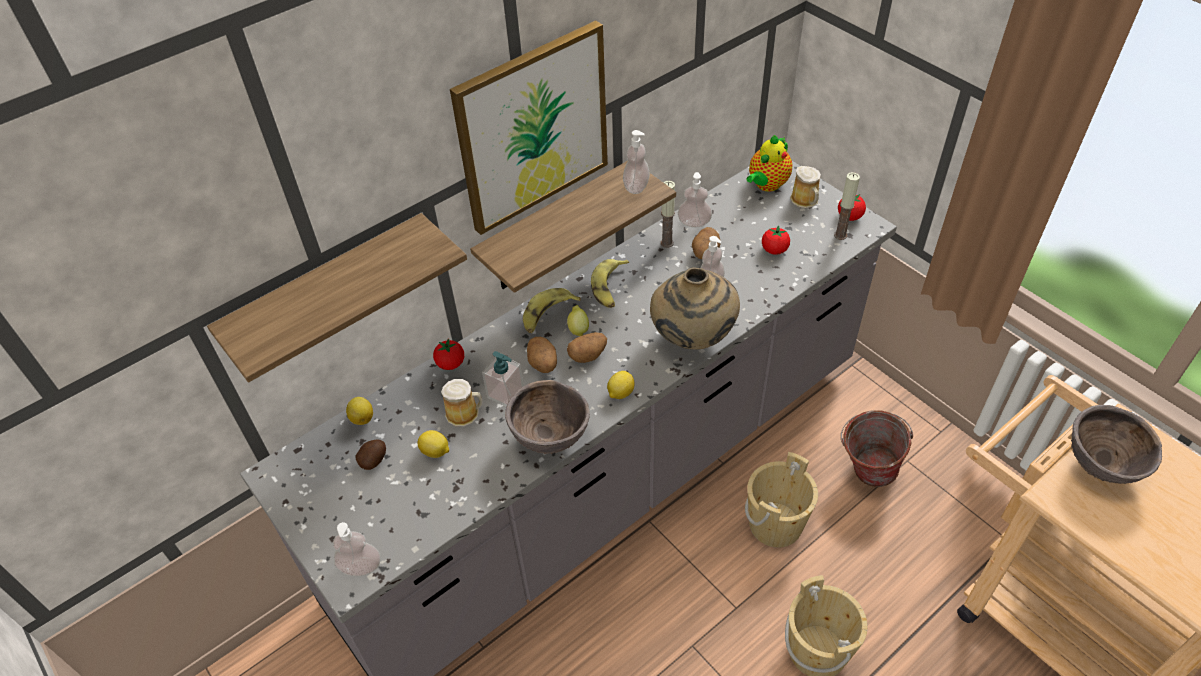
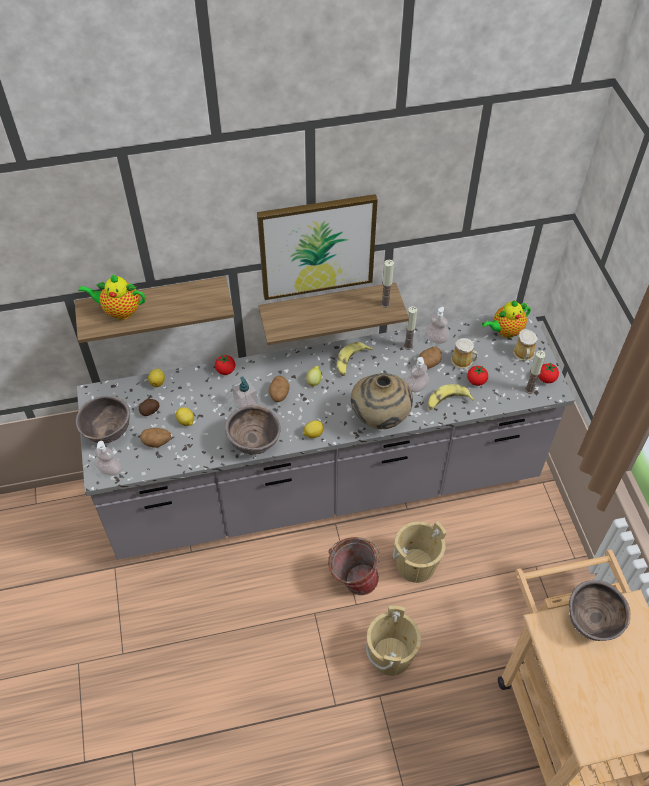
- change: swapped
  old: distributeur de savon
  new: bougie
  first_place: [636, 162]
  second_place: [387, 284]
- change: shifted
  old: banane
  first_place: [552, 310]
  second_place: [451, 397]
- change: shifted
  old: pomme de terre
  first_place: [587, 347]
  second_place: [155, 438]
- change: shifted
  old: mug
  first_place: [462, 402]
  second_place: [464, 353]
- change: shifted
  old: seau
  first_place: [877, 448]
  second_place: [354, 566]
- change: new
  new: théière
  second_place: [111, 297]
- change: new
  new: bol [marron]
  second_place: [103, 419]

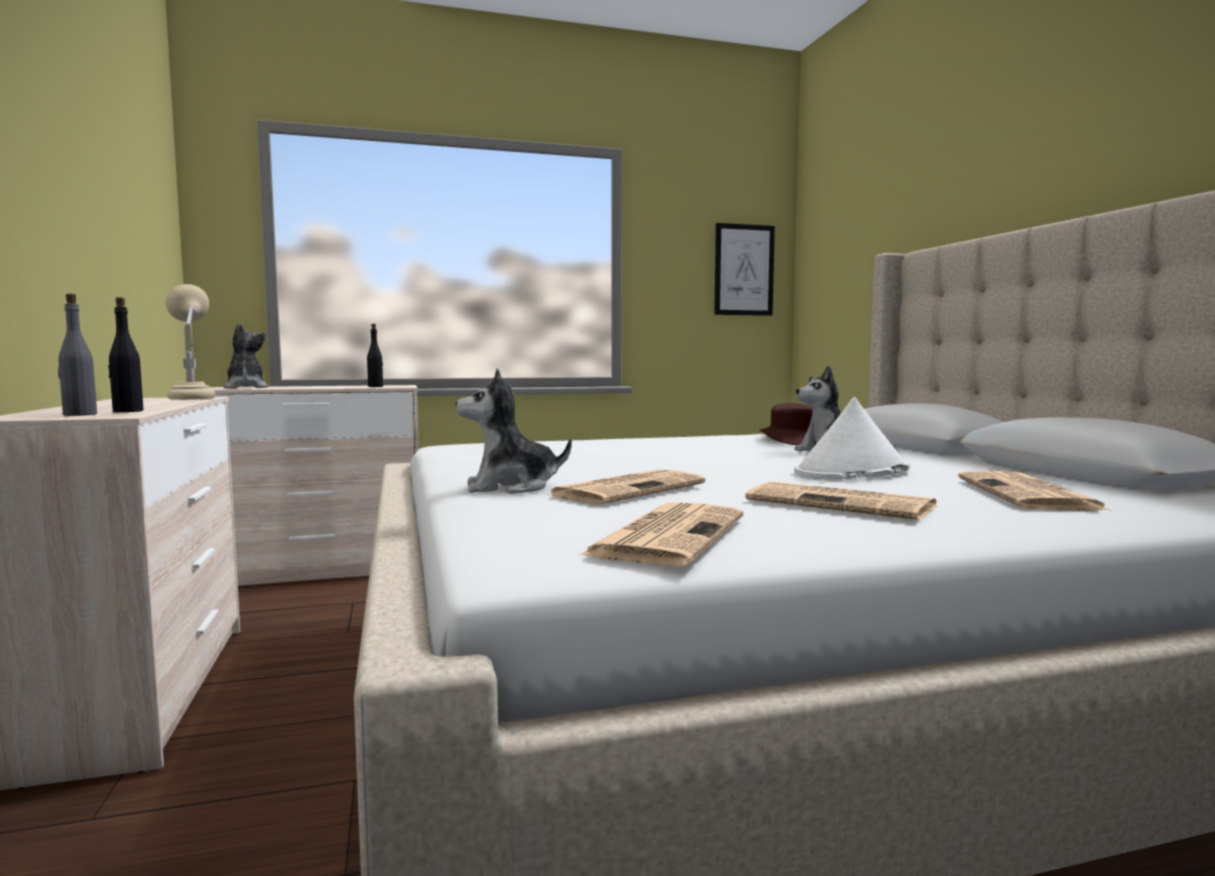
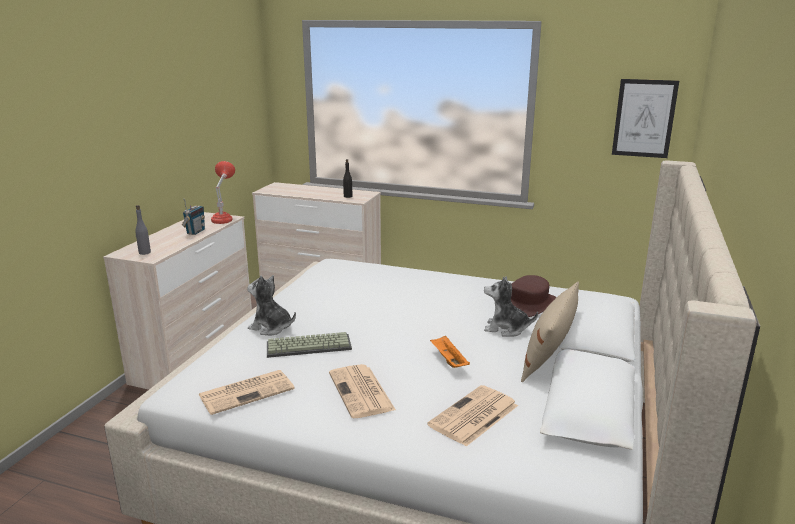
- change: repainted
  old: lampe de table [beige]
  new: lampe de table [rouge]
  first_place: [190, 342]
  second_place: [223, 192]
- change: gone
  old: bouteille [noir]
  first_place: [125, 354]
- change: gone
  old: peluche
  first_place: [245, 356]
- change: swapped
  old: chapeau [blanc]
  new: plateau [orange]
  first_place: [852, 438]
  second_place: [450, 351]
- change: swapped
  old: journal
  new: clavier
  first_place: [626, 486]
  second_place: [309, 345]
- change: new
  new: radio
  second_place: [193, 216]
- change: new
  new: coussin [beige]
  second_place: [550, 331]

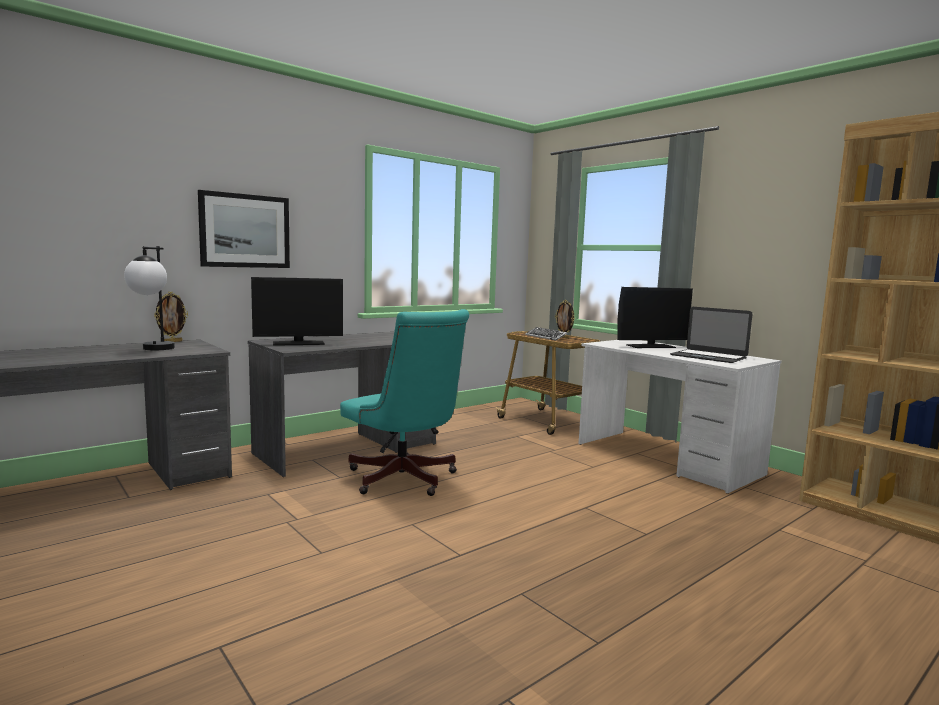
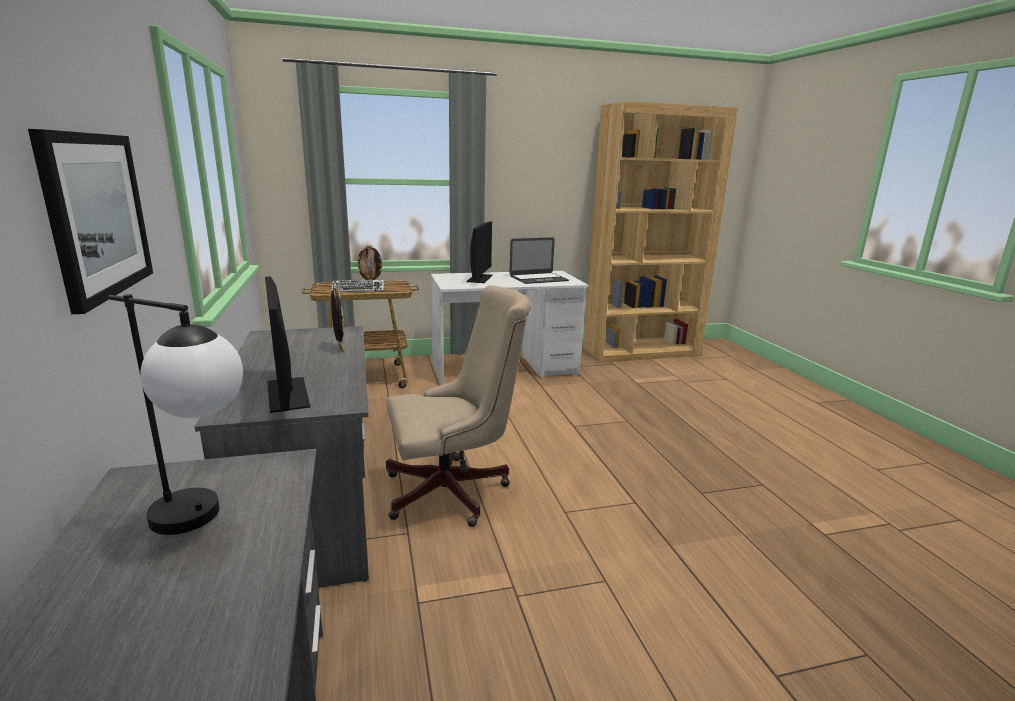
- change: rotated
  old: écran d'ordinateur
  first_place: [297, 311]
  second_place: [287, 345]
  degrees: 150
- change: shifted
  old: cadre photo
  first_place: [171, 317]
  second_place: [337, 319]
- change: repainted
  old: chaise de bureau [turquoise]
  new: chaise de bureau [beige]
  first_place: [404, 402]
  second_place: [458, 406]

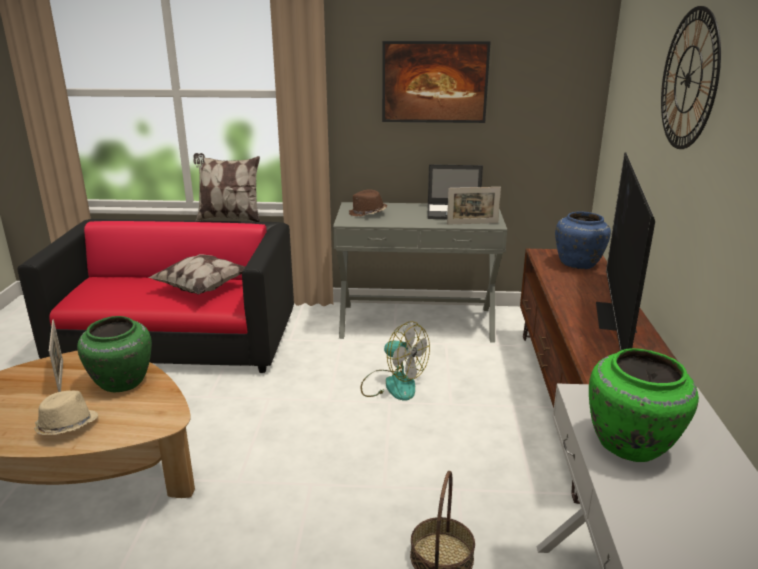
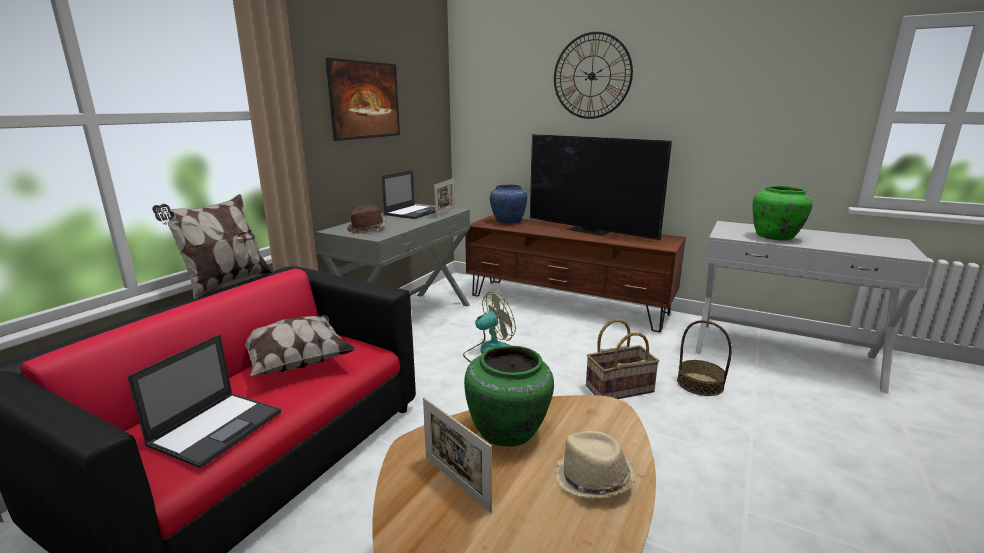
- change: rotated
  old: cadre photo
  first_place: [56, 355]
  second_place: [457, 455]
  degrees: -135
- change: new
  new: panier
  second_place: [622, 359]
- change: new
  new: ordinateur portable
  second_place: [204, 401]

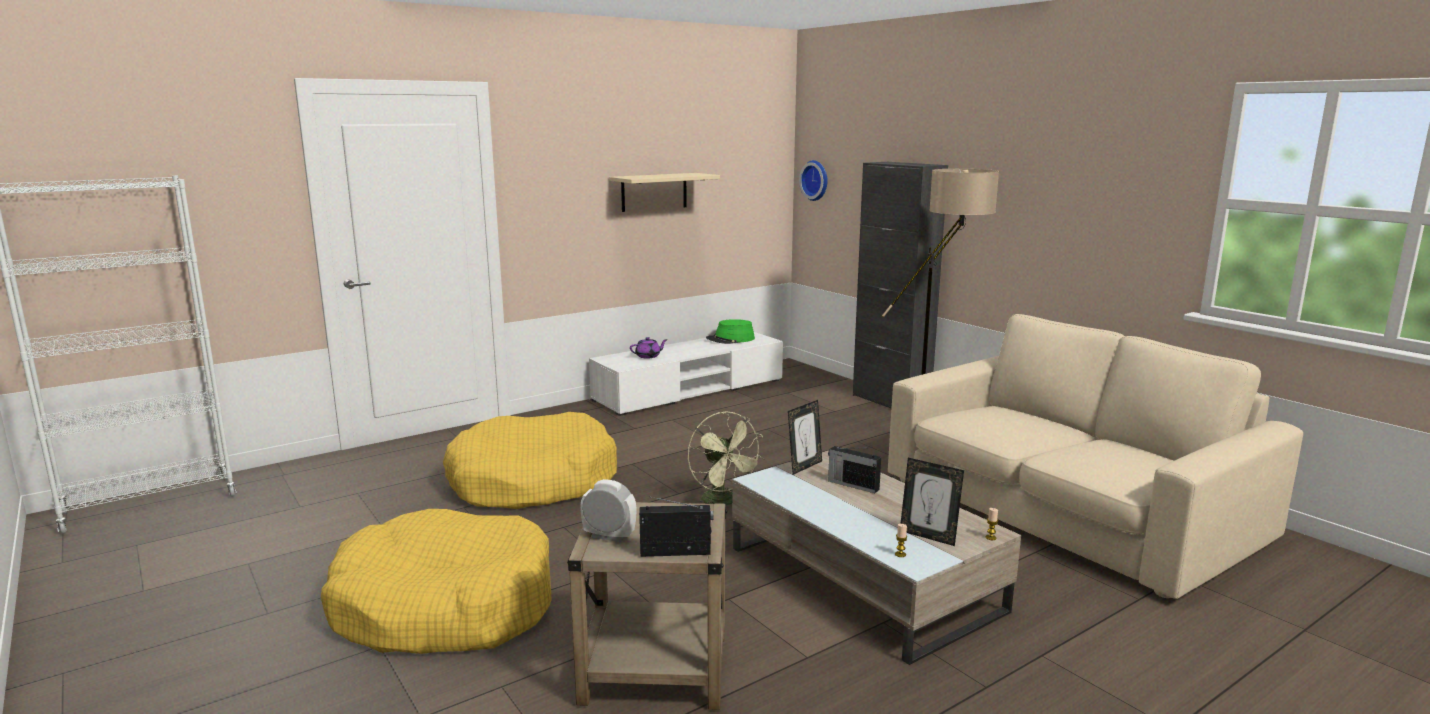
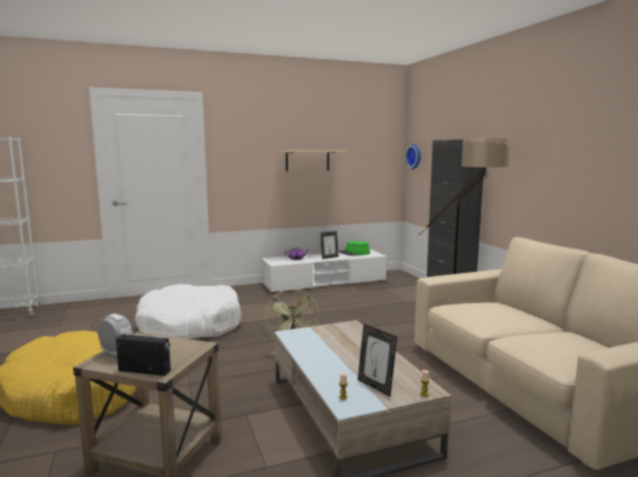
- change: shifted
  old: cadre photo
  first_place: [805, 437]
  second_place: [330, 245]
- change: repainted
  old: panier pour chien [jaune]
  new: panier pour chien [blanc]
  first_place: [530, 460]
  second_place: [188, 311]
- change: gone
  old: radio
  first_place: [854, 469]

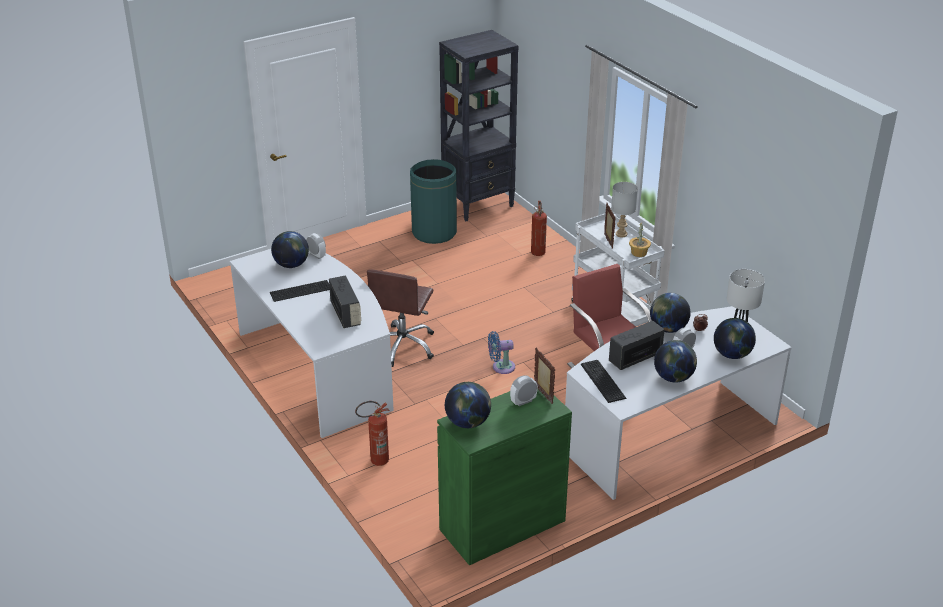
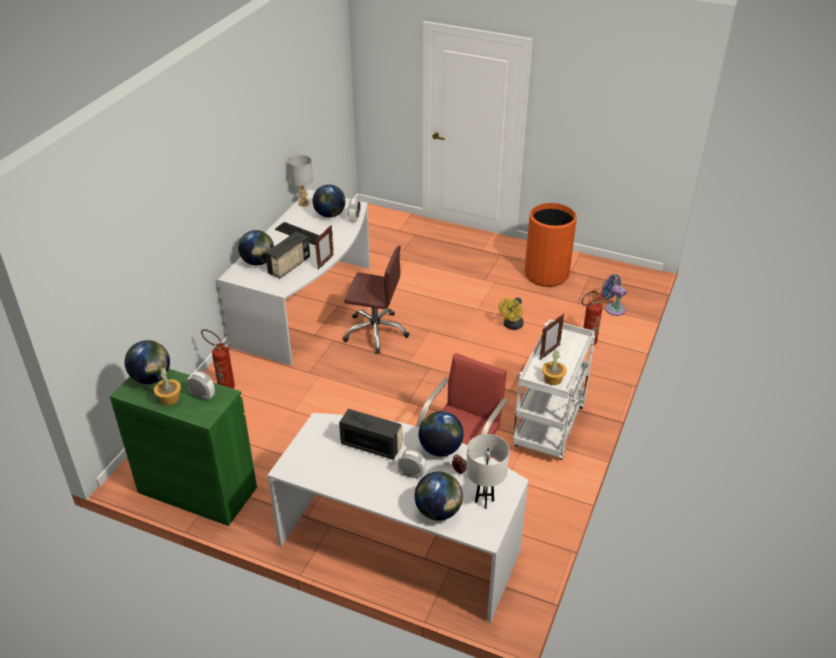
- change: gone
  old: bibliothèque [noir]
  first_place: [479, 125]
- change: repainted
  old: poubelle [vert]
  new: poubelle [orange]
  first_place: [433, 201]
  second_place: [550, 245]
- change: shifted
  old: lampe de table [gris]
  first_place: [624, 209]
  second_place: [301, 180]
- change: rotated
  old: chaise de bureau [marron]
  first_place: [400, 318]
  second_place: [376, 300]
  degrees: -150
- change: shifted
  old: ventilateur [bleu]
  first_place: [501, 352]
  second_place: [614, 295]
- change: shifted
  old: globe
  first_place: [675, 361]
  second_place: [256, 247]
- change: shifted
  old: cadre photo
  first_place: [544, 375]
  second_place: [324, 247]
- change: gone
  old: clavier
  first_place: [603, 381]
- change: new
  new: ventilateur [jaune]
  second_place: [511, 313]
- change: new
  new: plante en pot
  second_place: [167, 385]

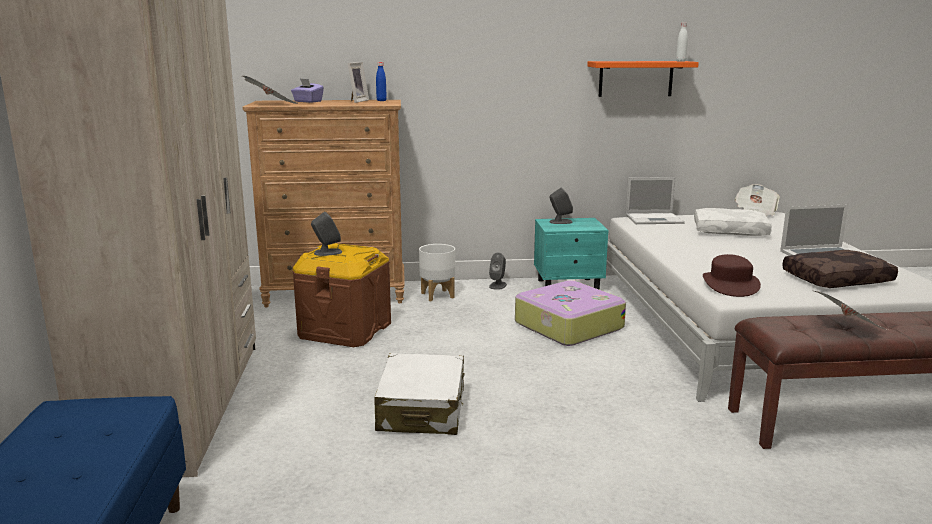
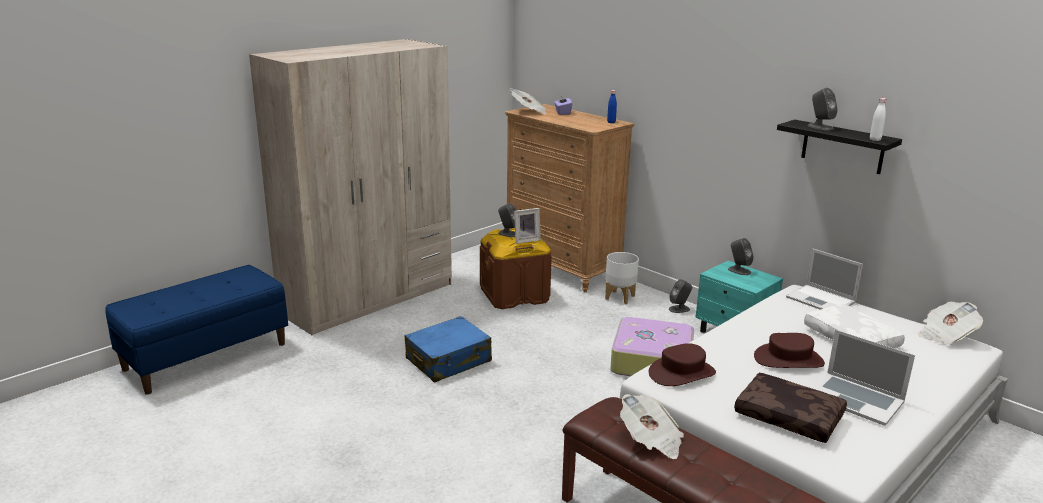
- change: repainted
  old: étagère [orange]
  new: étagère [noir]
  first_place: [643, 79]
  second_place: [839, 147]
- change: shifted
  old: cadre photo
  first_place: [358, 82]
  second_place: [527, 226]
- change: repainted
  old: valise [blanc]
  new: valise [bleu]
  first_place: [419, 394]
  second_place: [448, 349]
- change: new
  new: enceinte [gris]
  second_place: [823, 109]
- change: new
  new: chapeau [marron]
  second_place: [789, 350]

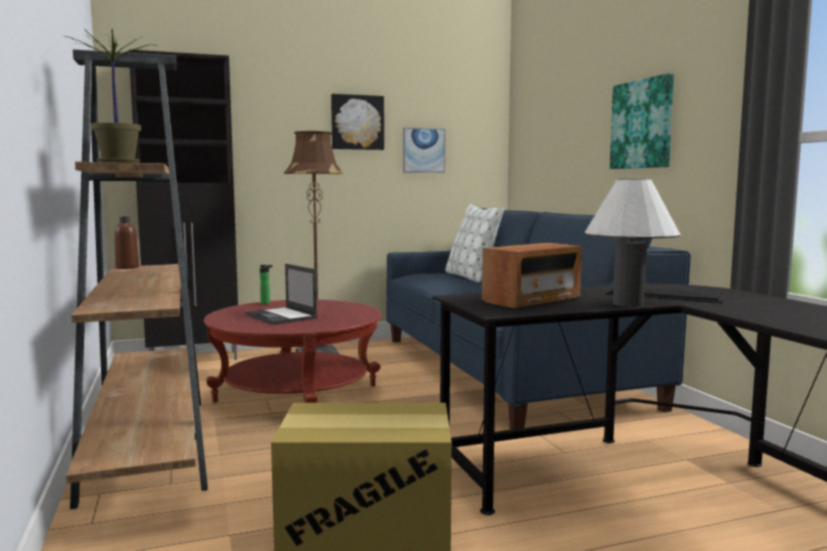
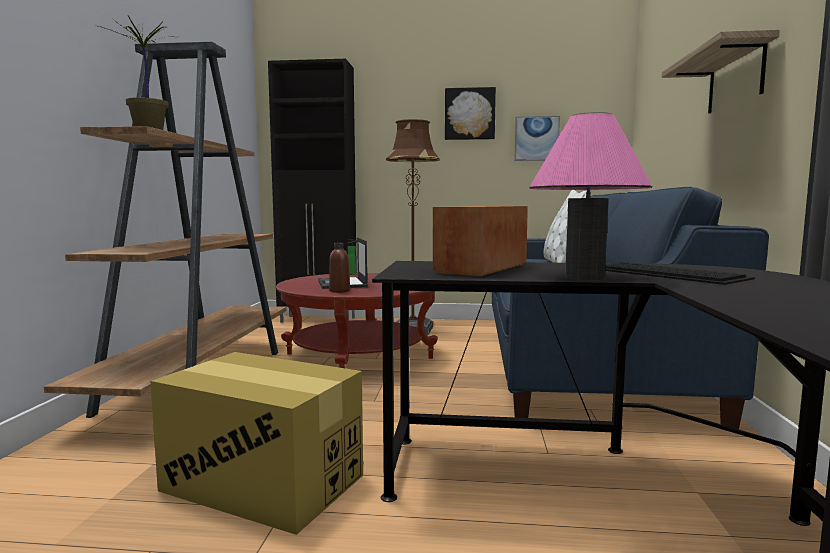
- change: swapped
  old: tableau
  new: étagère
  first_place: [642, 121]
  second_place: [720, 71]
- change: repainted
  old: lampe de table [blanc]
  new: lampe de table [rose]
  first_place: [632, 243]
  second_place: [590, 196]
- change: shifted
  old: bouteille [marron]
  first_place: [127, 242]
  second_place: [339, 268]
- change: rotated
  old: radio
  first_place: [532, 275]
  second_place: [480, 241]
  degrees: 135

